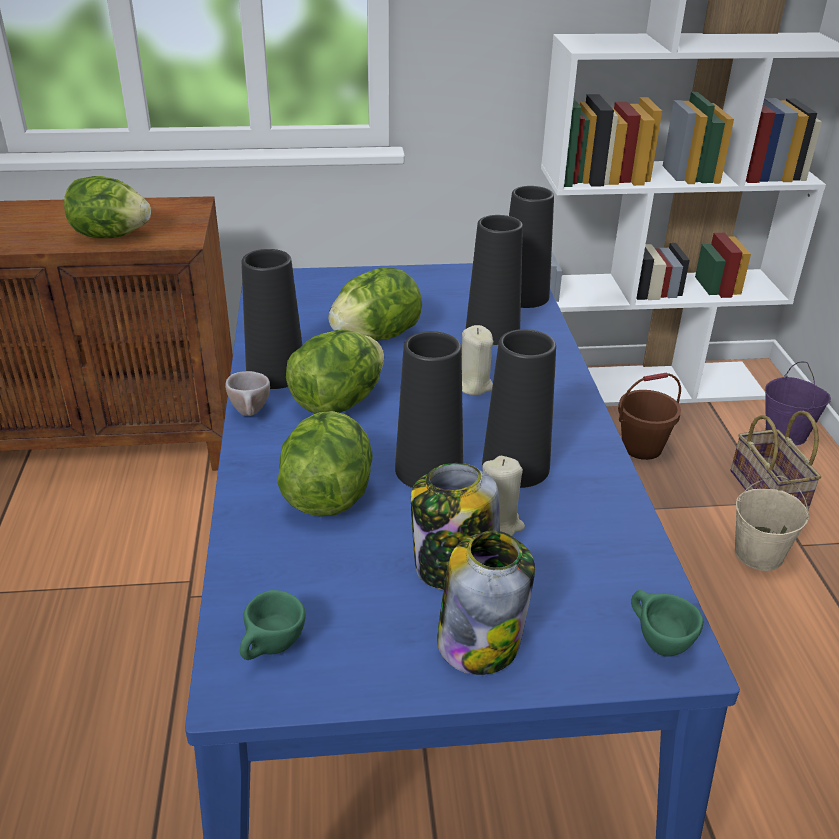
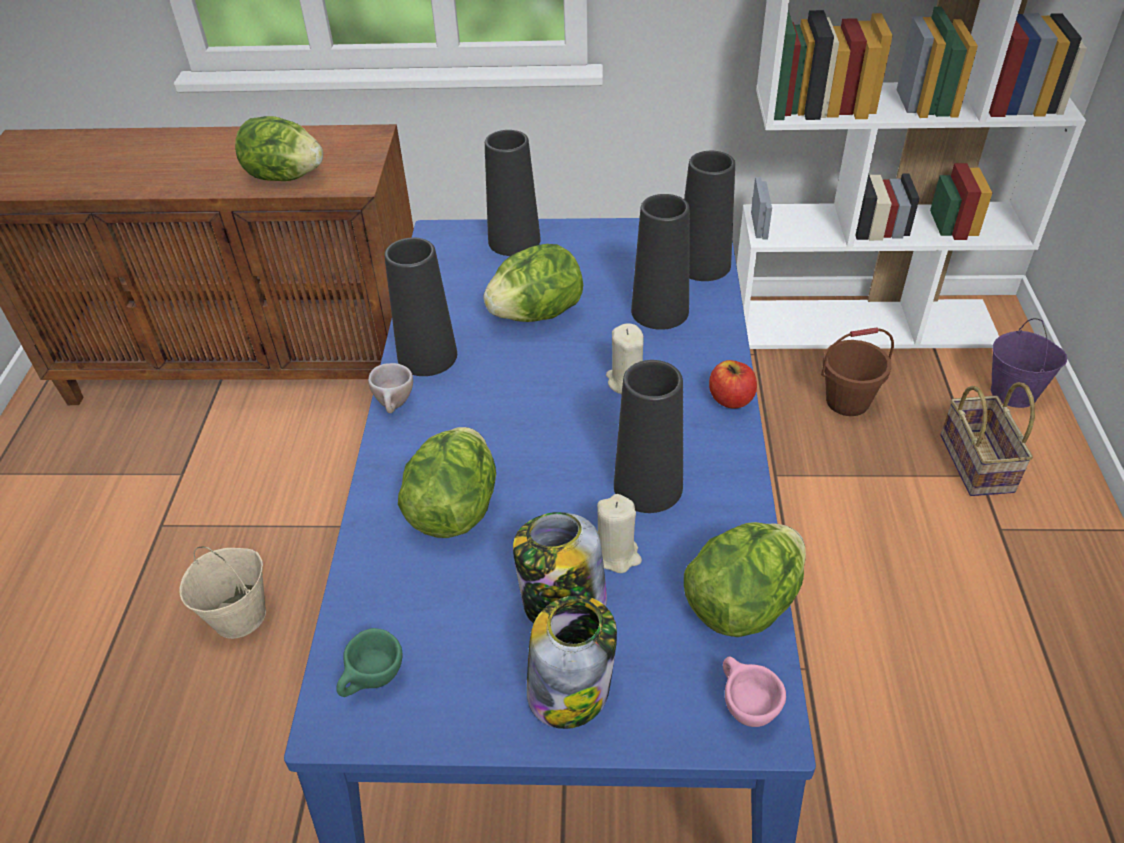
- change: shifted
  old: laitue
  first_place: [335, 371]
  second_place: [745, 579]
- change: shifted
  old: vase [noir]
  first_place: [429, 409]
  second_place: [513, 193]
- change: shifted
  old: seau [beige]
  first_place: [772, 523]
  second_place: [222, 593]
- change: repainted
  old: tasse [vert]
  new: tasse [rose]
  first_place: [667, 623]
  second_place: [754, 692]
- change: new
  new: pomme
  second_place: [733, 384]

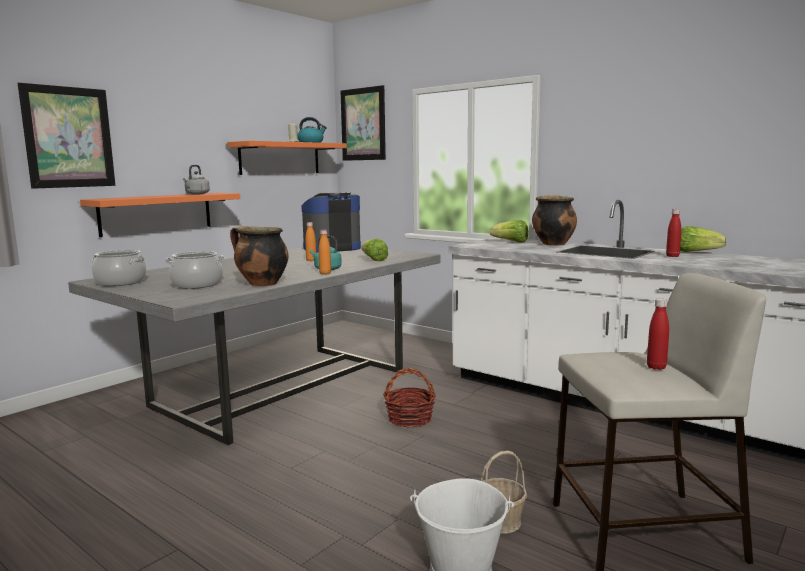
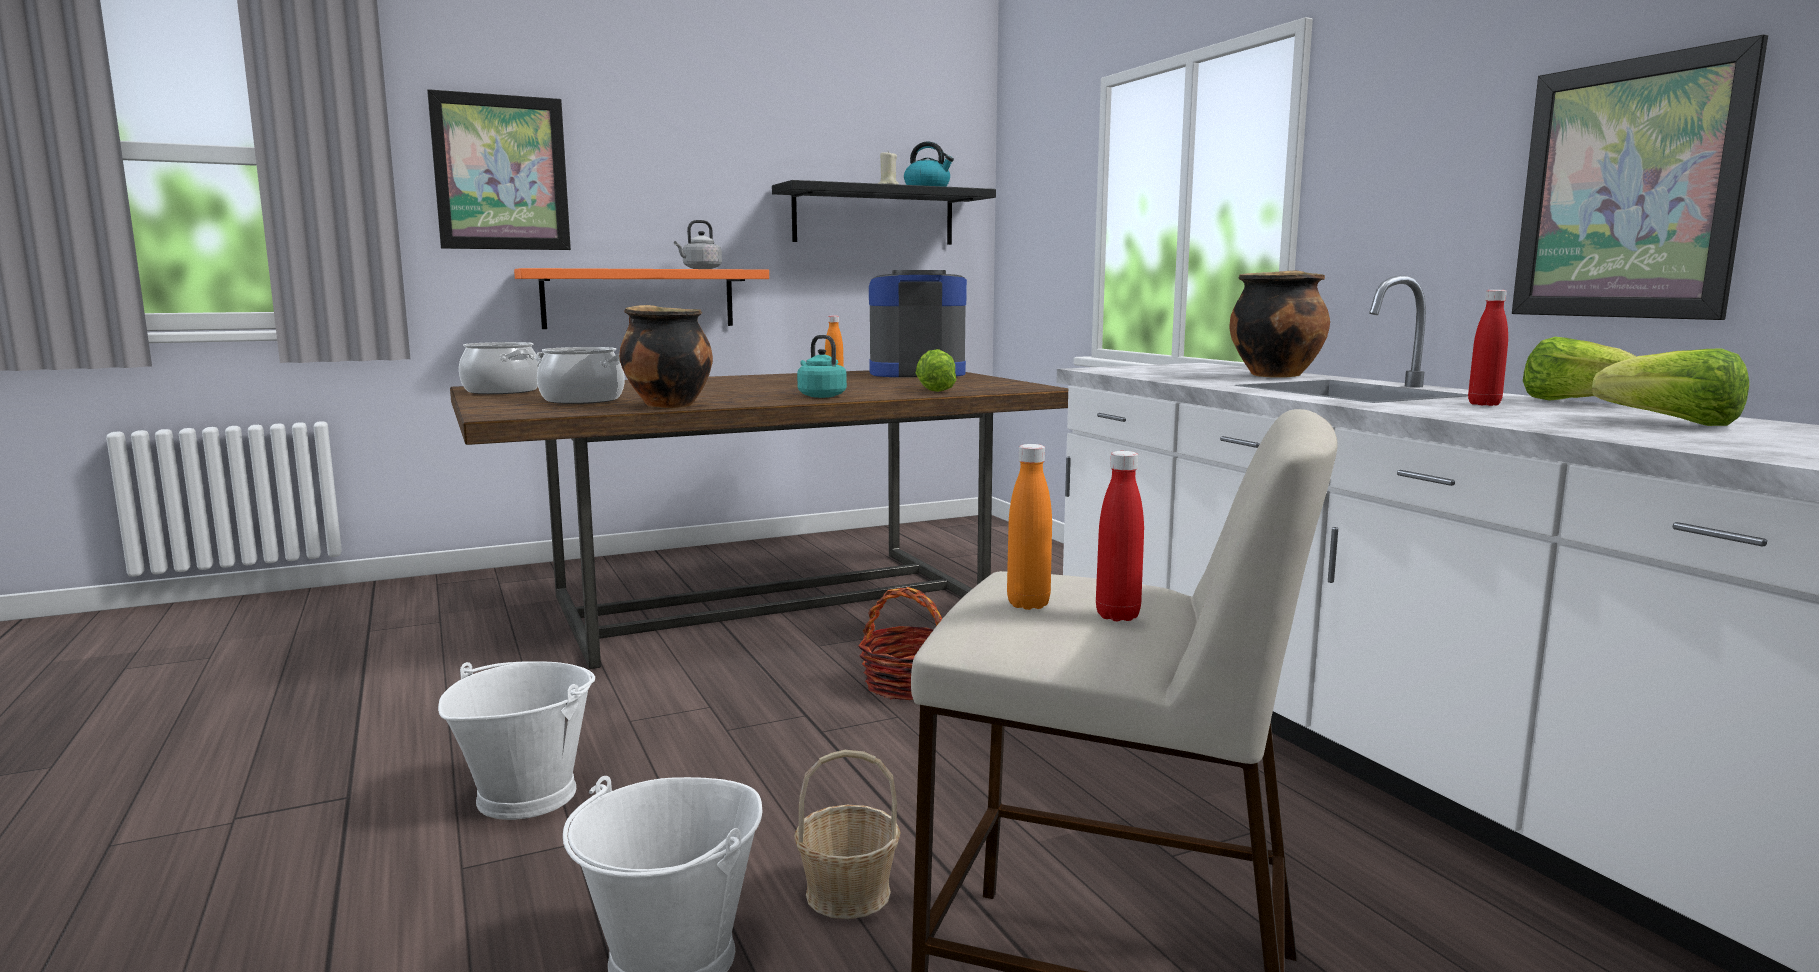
- change: shifted
  old: tableau
  first_place: [363, 123]
  second_place: [1640, 177]
- change: repainted
  old: étagère [orange]
  new: étagère [noir]
  first_place: [287, 158]
  second_place: [884, 212]
- change: shifted
  old: laitue
  first_place: [509, 231]
  second_place: [1670, 387]
- change: shifted
  old: bouteille [orange]
  first_place: [325, 252]
  second_place: [1029, 527]
- change: repainted
  old: table à manger [gris]
  new: table à manger [marron]
  first_place: [254, 346]
  second_place: [759, 519]
- change: new
  new: seau [blanc]
  second_place: [516, 740]

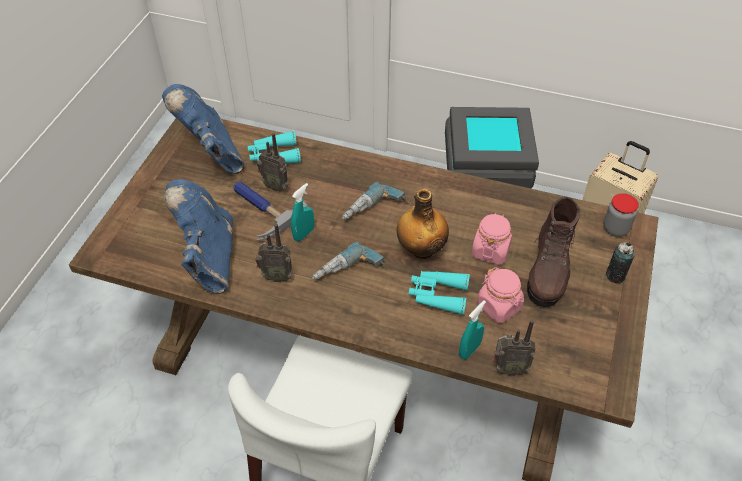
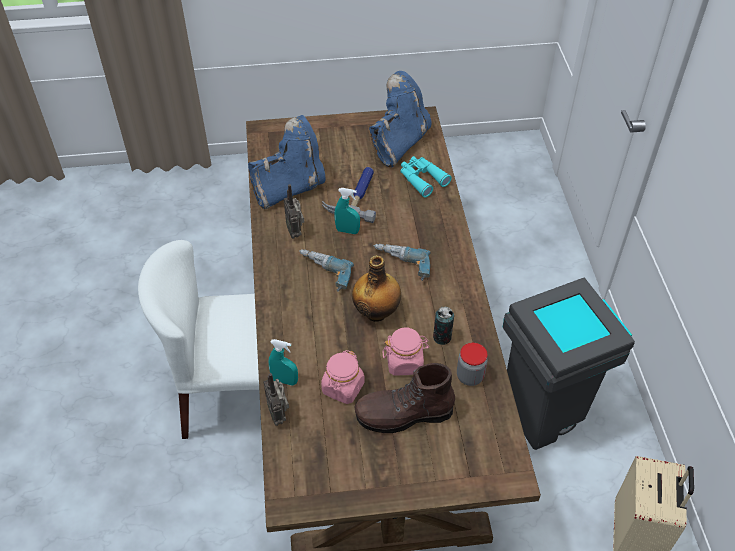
- change: gone
  old: radio
  first_place: [273, 162]
- change: shifted
  old: bocal
  first_place: [621, 215]
  second_place: [472, 364]
- change: shifted
  old: boîte métallique
  first_place: [620, 262]
  second_place: [443, 326]
- change: gone
  old: jumelles [turquoise]
  first_place: [439, 293]

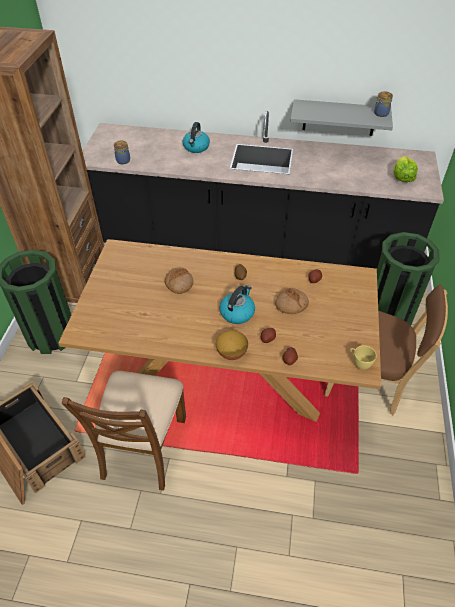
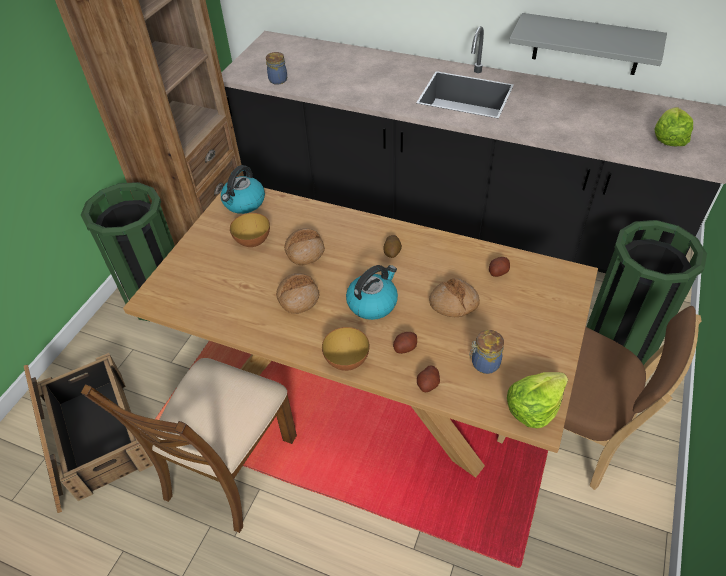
- change: shifted
  old: bocal
  first_place: [383, 104]
  second_place: [486, 352]
- change: shifted
  old: bouilloire
  first_place: [196, 137]
  second_place: [243, 189]
- change: swapped
  old: tasse [jaune]
  new: laitue
  first_place: [363, 357]
  second_place: [537, 400]
- change: new
  new: bol
  second_place: [250, 230]
- change: new
  new: pain
  second_place: [298, 293]

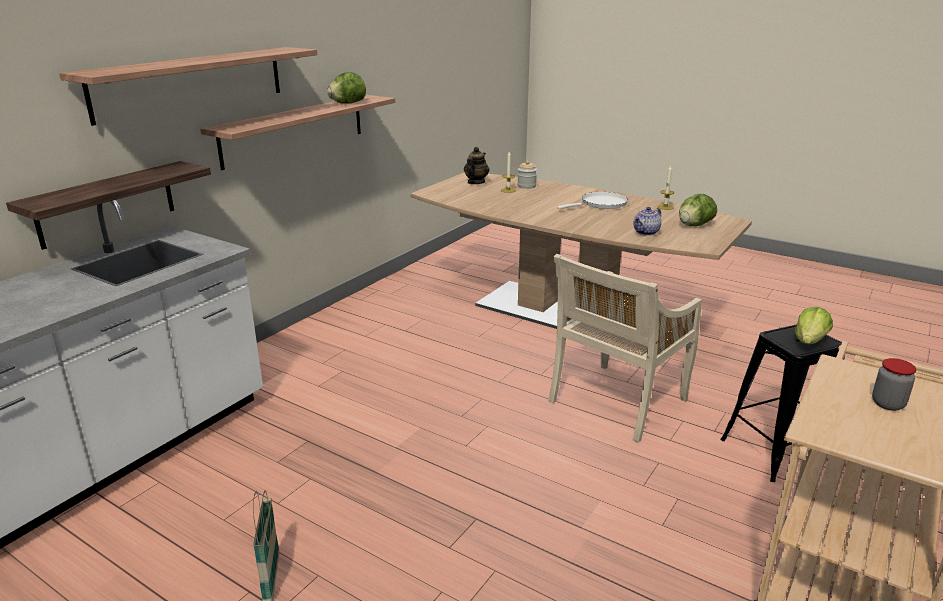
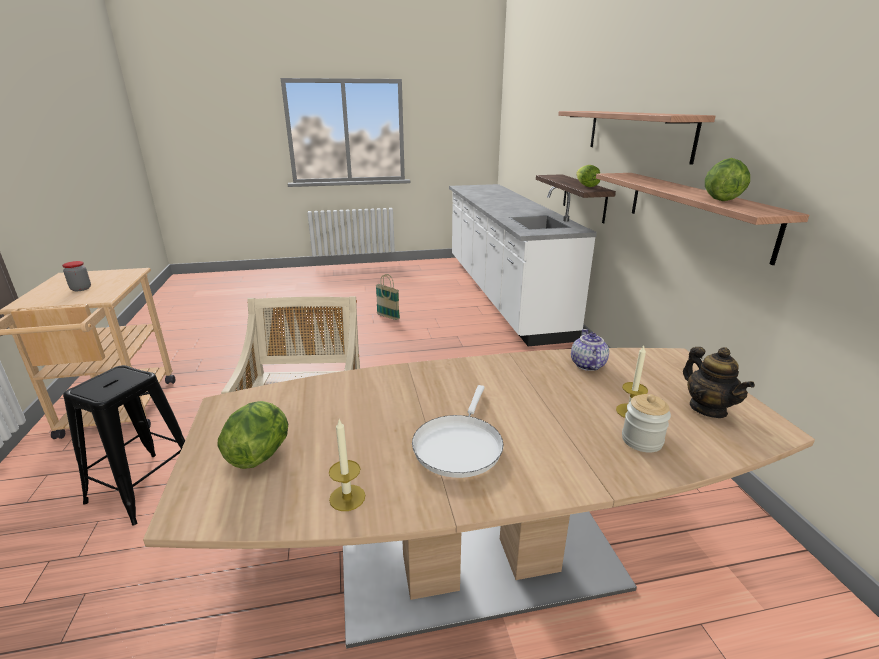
- change: shifted
  old: théière
  first_place: [647, 221]
  second_place: [590, 350]
- change: shifted
  old: laitue
  first_place: [814, 325]
  second_place: [588, 176]

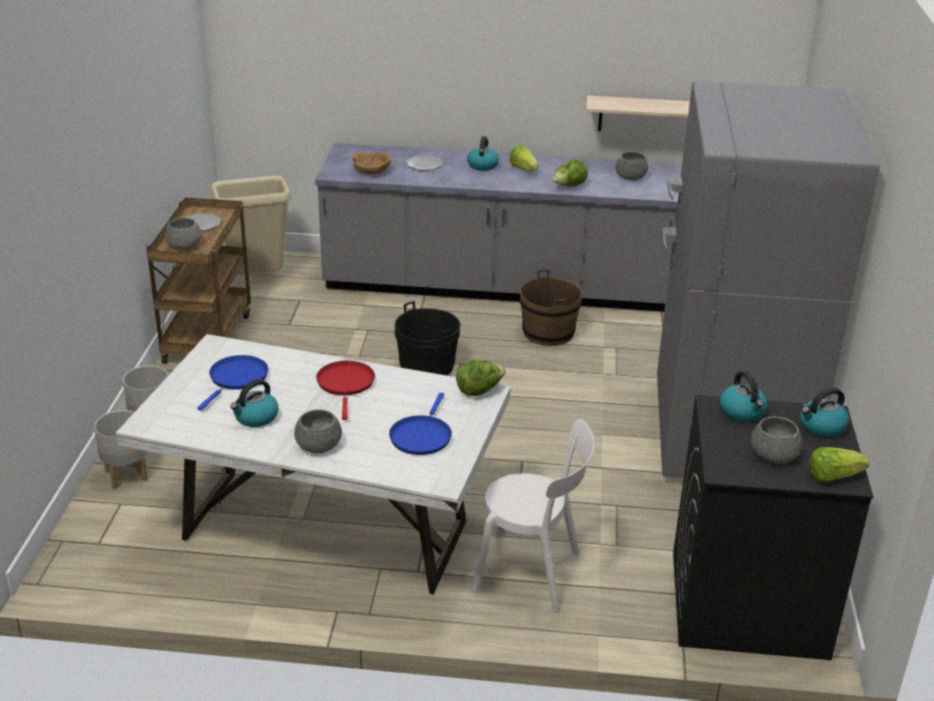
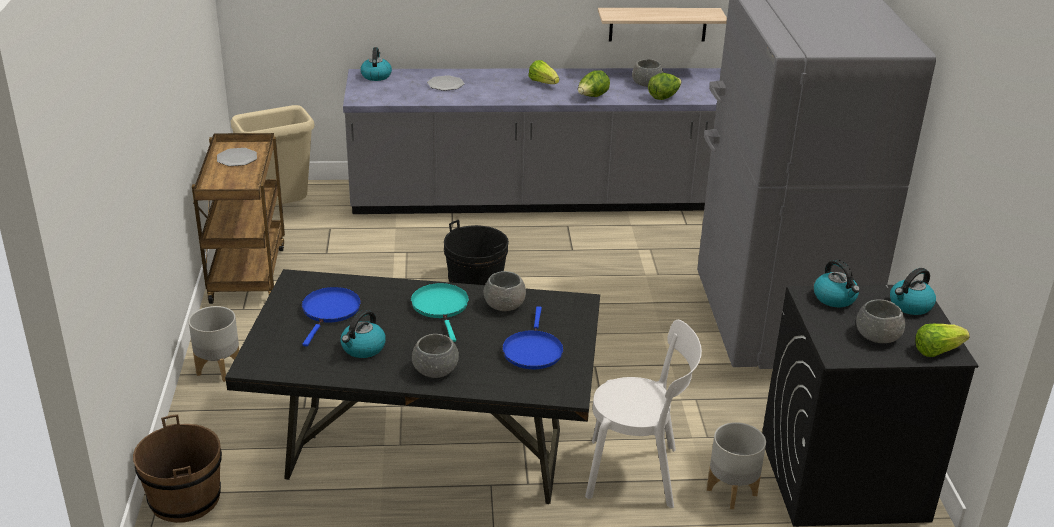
- change: shifted
  old: bouilloire
  first_place: [483, 153]
  second_place: [376, 64]
- change: gone
  old: bol [marron]
  first_place: [372, 163]
- change: shifted
  old: bol [gris]
  first_place: [183, 234]
  second_place: [505, 291]
- change: shifted
  old: seau [marron]
  first_place: [551, 307]
  second_place: [177, 468]
- change: repainted
  old: table à manger [blanc]
  new: table à manger [noir]
  first_place: [313, 464]
  second_place: [412, 386]
- change: shifted
  old: laitue
  first_place: [481, 378]
  second_place: [665, 86]
- change: repainted
  old: poêle [rouge]
  new: poêle [turquoise]
  first_place: [345, 390]
  second_place: [440, 312]
- change: shifted
  old: cache-pot [gris]
  first_place: [121, 449]
  second_place: [736, 466]

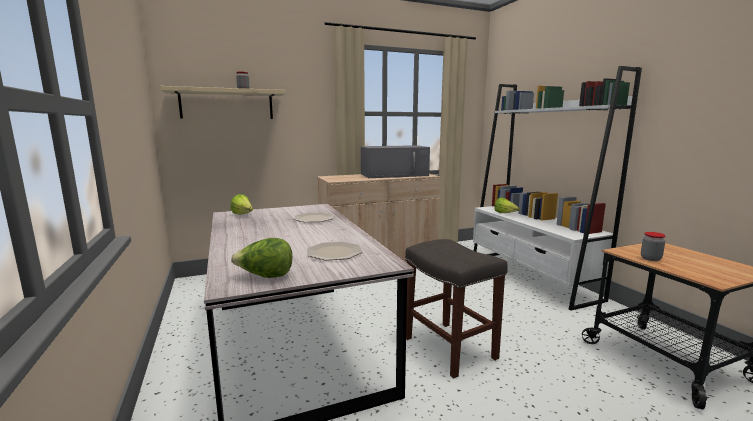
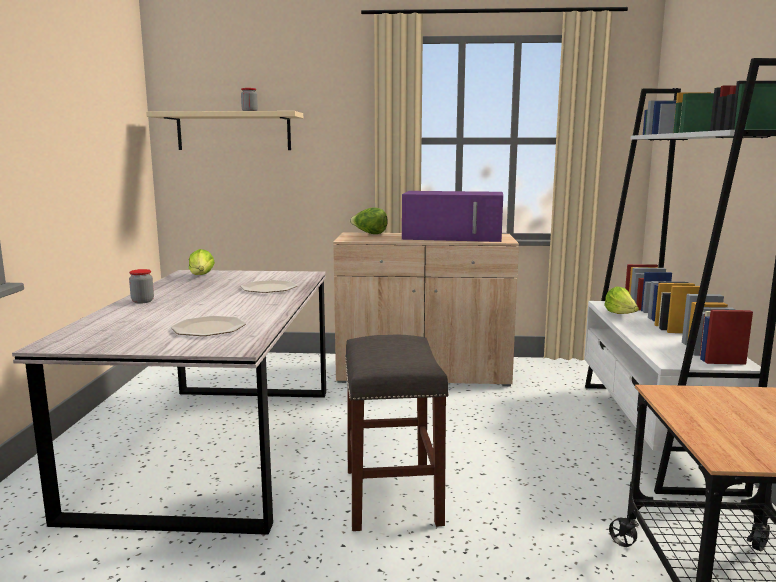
- change: repainted
  old: micro-ondes [gris]
  new: micro-ondes [violet]
  first_place: [395, 161]
  second_place: [452, 216]
- change: shifted
  old: bocal
  first_place: [653, 246]
  second_place: [141, 286]
- change: shifted
  old: laitue
  first_place: [261, 258]
  second_place: [369, 220]

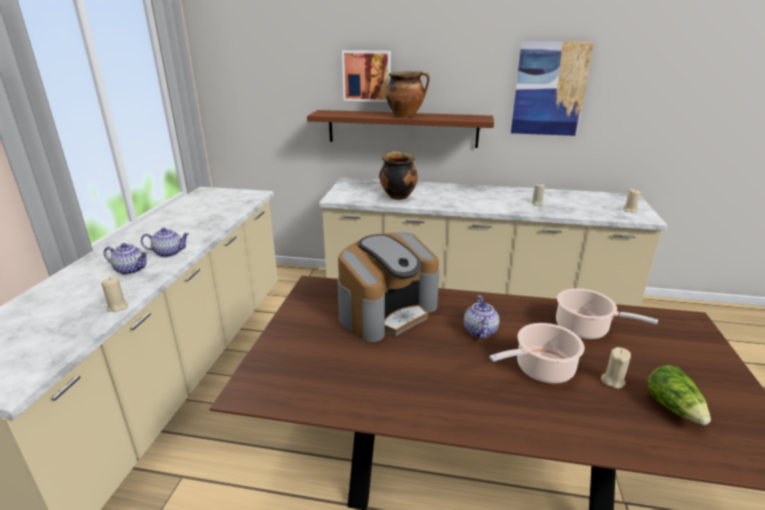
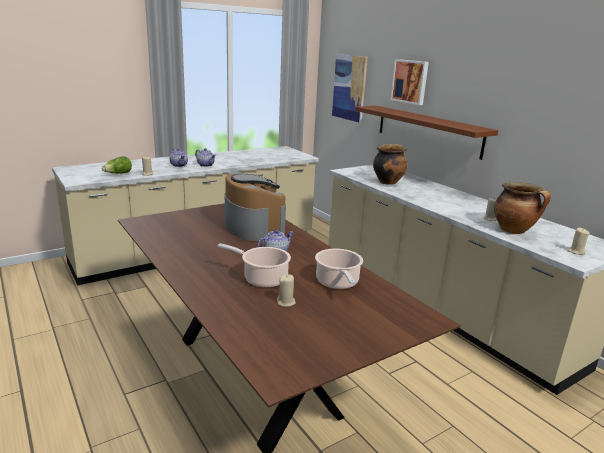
- change: shifted
  old: tableau
  first_place: [552, 88]
  second_place: [350, 88]
- change: shifted
  old: marmite
  first_place: [408, 94]
  second_place: [522, 208]
- change: rotated
  old: machine à café
  first_place: [388, 287]
  second_place: [255, 206]
  degrees: -120
- change: shifted
  old: laitue
  first_place: [679, 395]
  second_place: [117, 165]

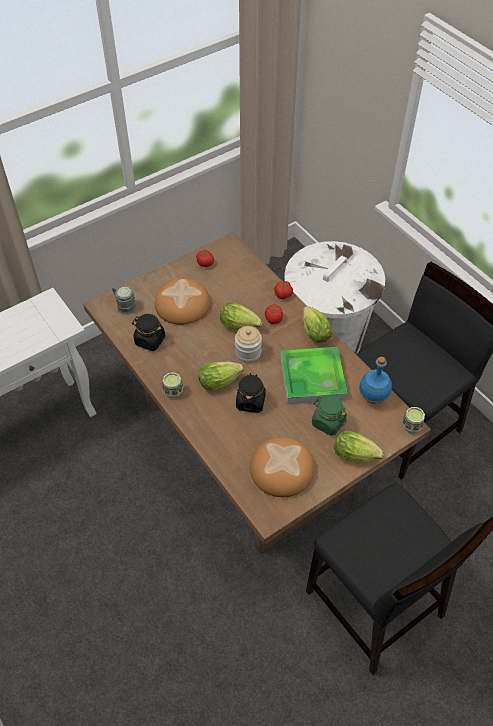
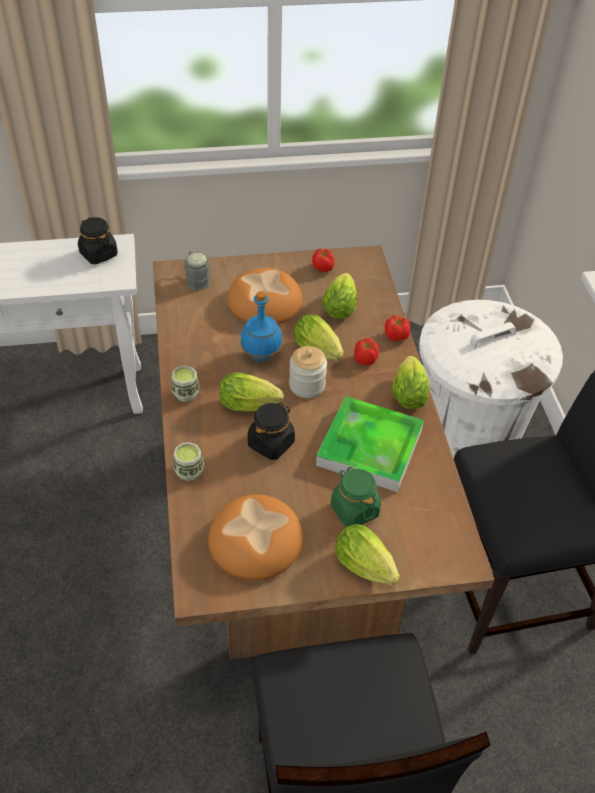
- change: shifted
  old: bocal [noir]
  first_place: [148, 332]
  second_place: [98, 240]
- change: shifted
  old: bouteille [bleu]
  first_place: [375, 380]
  second_place: [261, 326]
- change: shifted
  old: tasse
  first_place: [413, 420]
  second_place: [188, 461]
- change: new
  new: laitue
  second_place: [339, 296]

